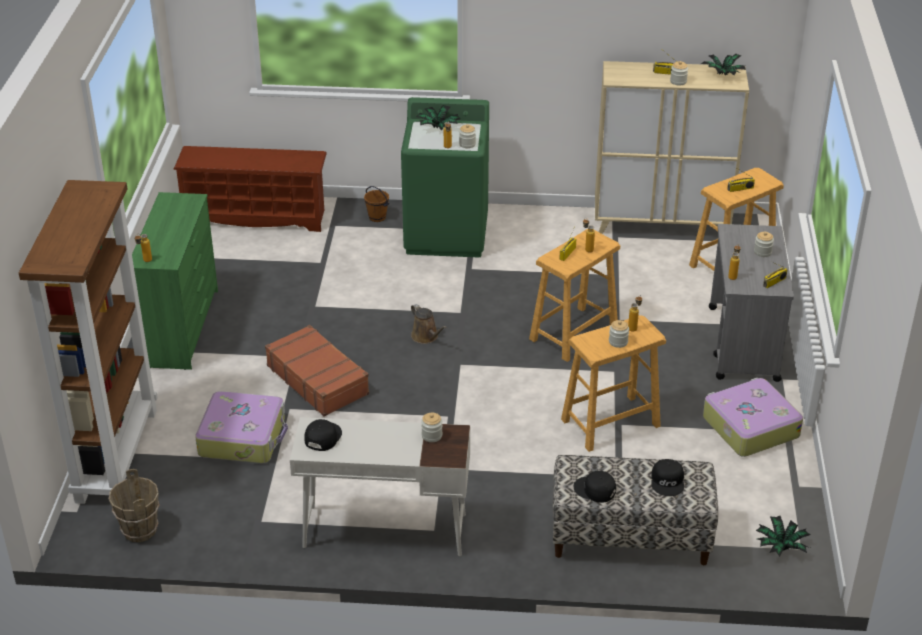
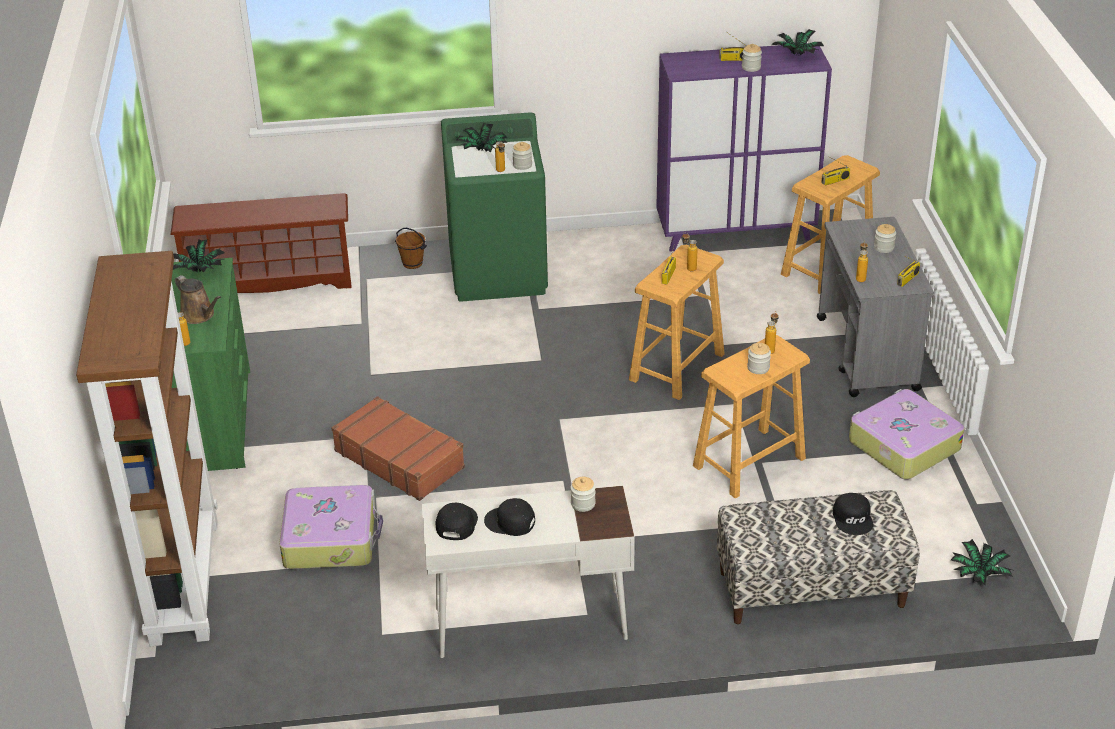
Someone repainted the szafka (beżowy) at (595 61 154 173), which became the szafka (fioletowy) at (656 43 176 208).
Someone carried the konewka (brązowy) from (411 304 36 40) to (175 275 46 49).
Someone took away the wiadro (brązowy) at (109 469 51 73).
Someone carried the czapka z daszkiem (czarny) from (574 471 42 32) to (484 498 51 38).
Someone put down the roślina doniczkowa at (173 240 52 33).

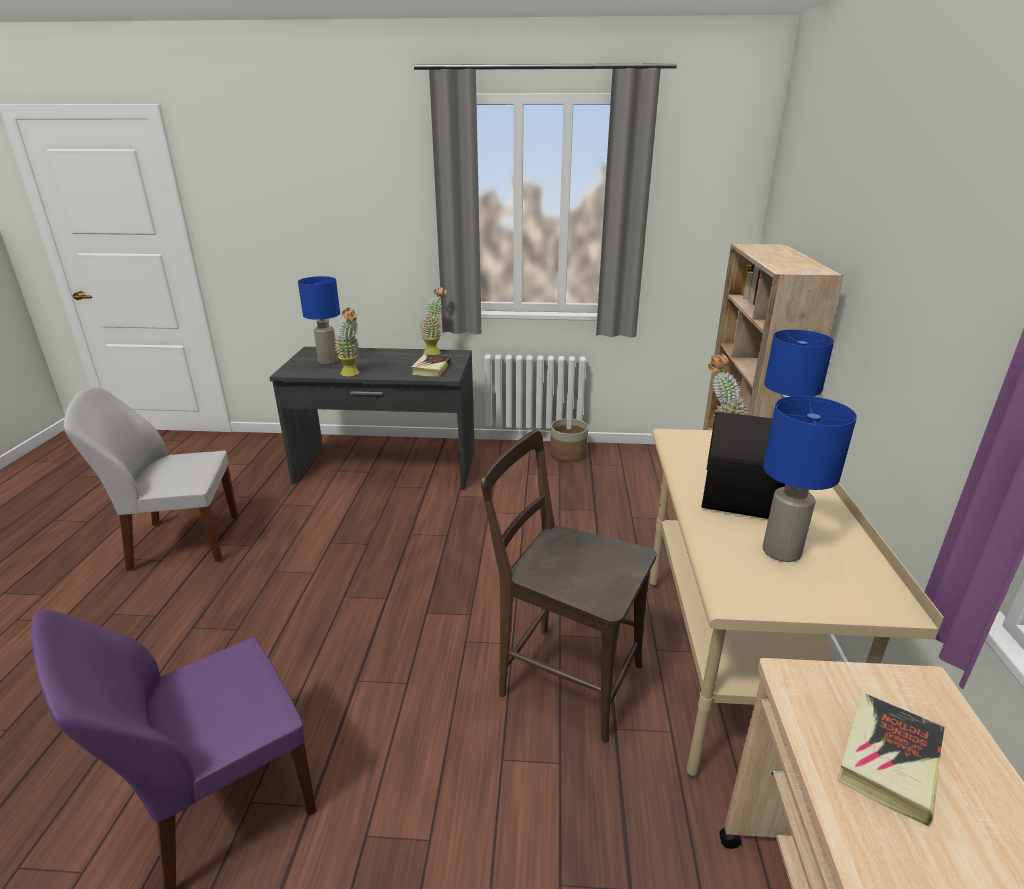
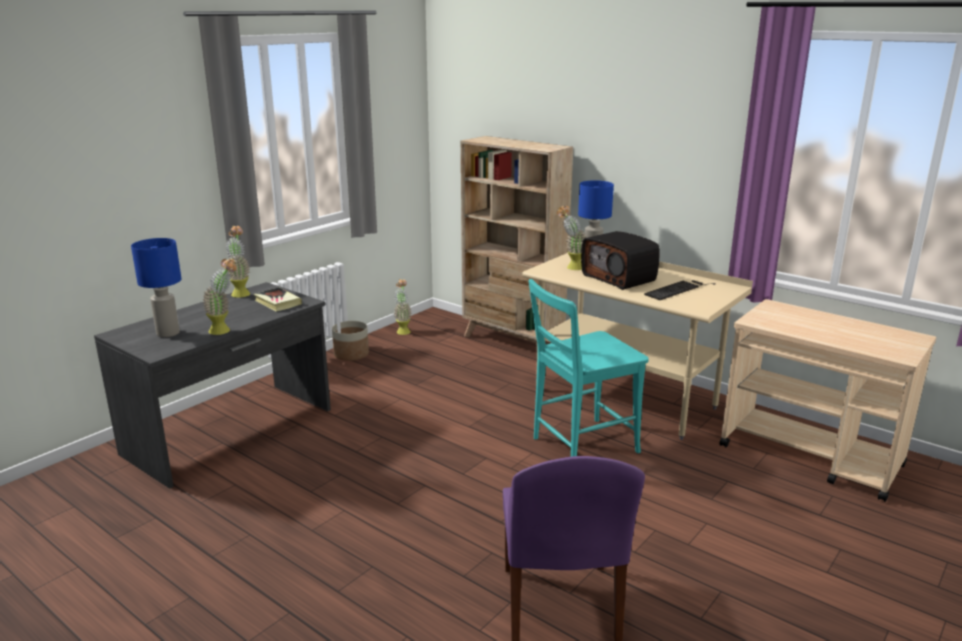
Someone took away the krzesło (biały) at (64 387 174 184).
Someone swapped the lampa stołowa (niebieski) at (763 396 94 166) for the klawiatura at (644 280 71 20).
Someone repainted the krzesło (brązowy) at (481 430 175 313), which became the krzesło (turkusowy) at (529 279 120 178).
Someone took away the książka at (837 692 108 135).
Someone put down the roślina doniczkowa at (394 279 18 56).

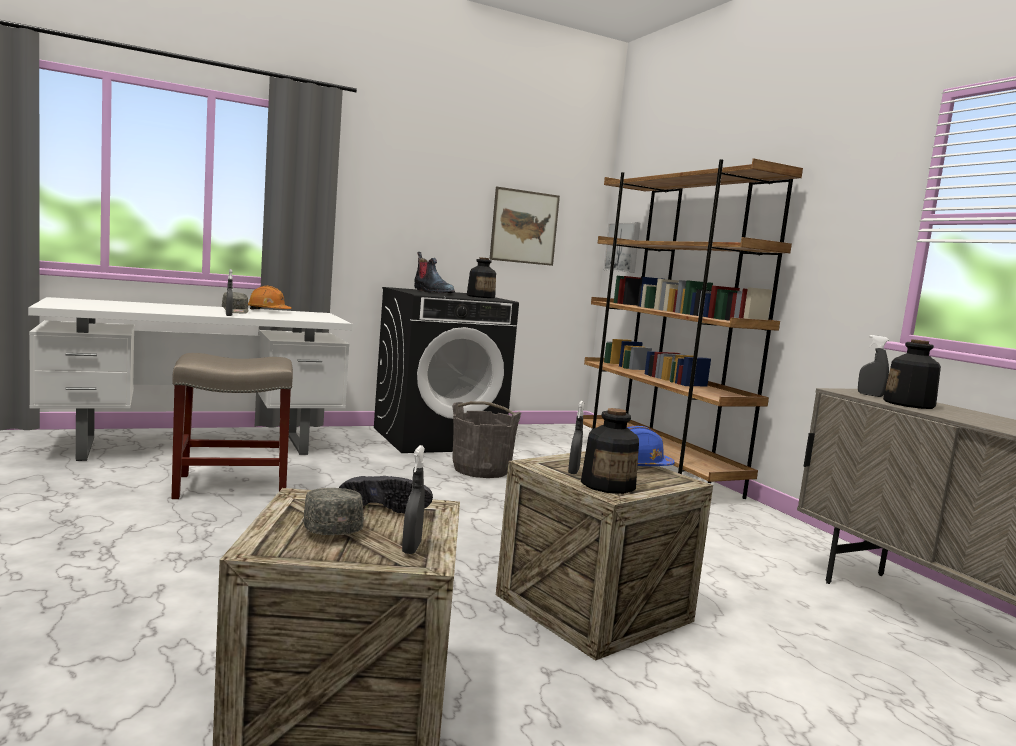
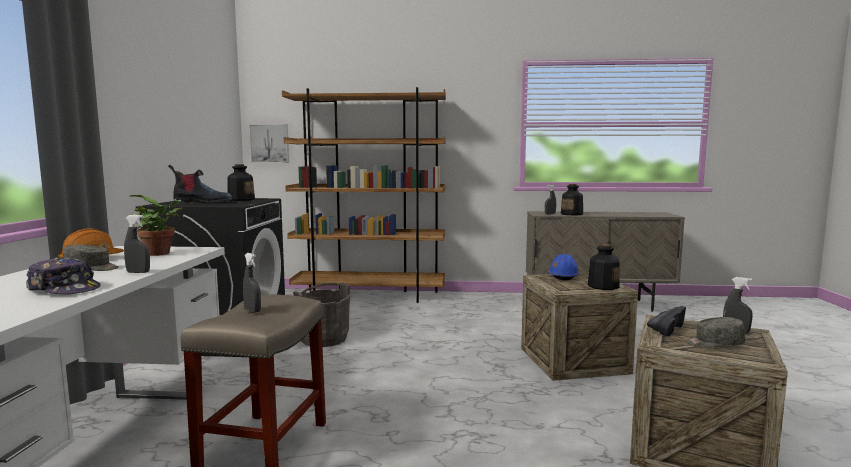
Someone took away the obraz at (489 187 71 79).
Someone carried the spryskiwacz (szary) from (568 401 16 73) to (243 253 18 59).
Someone put down the roślina doniczkowa at (130 195 53 61).
Someone put down the czapka z daszkiem at (26 257 74 37).

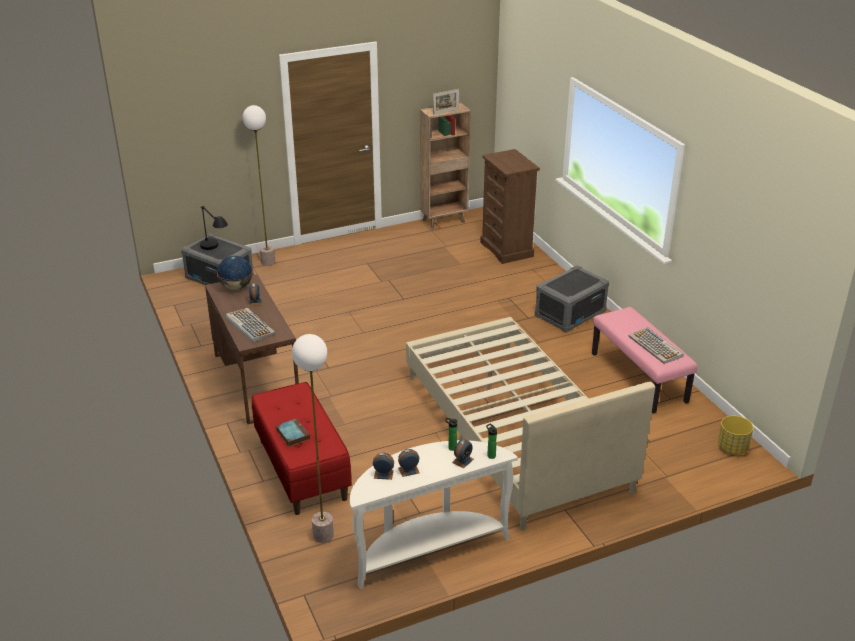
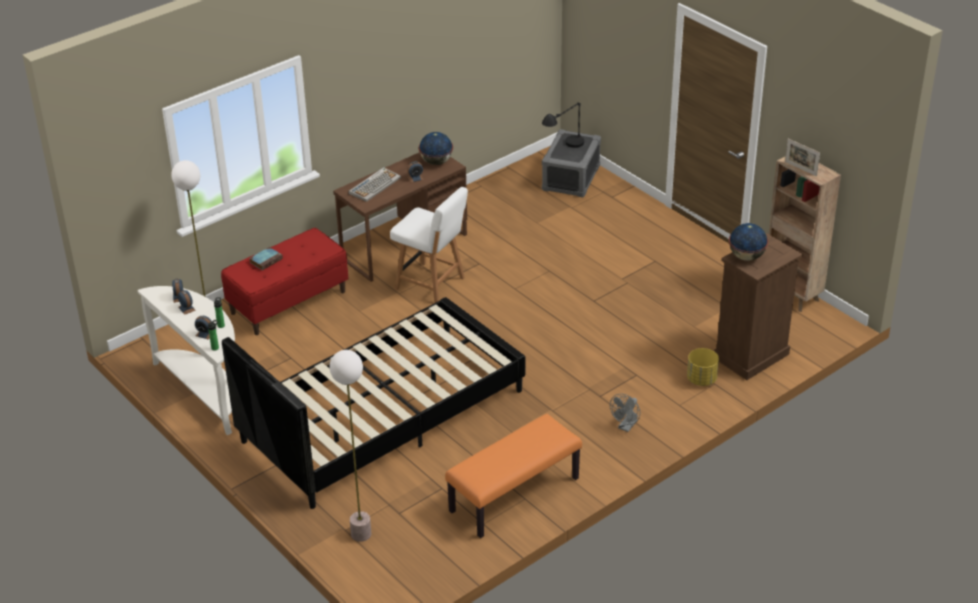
Someone carried the lampa stojąca from (242 105 33 161) to (330 350 41 192).
Someone swapped the pojemnik do przechowywania (szary) at (535 265 74 68) for the wentylator (szary) at (610 394 30 38).
Someone repainted the ławka (różowy) at (592 307 106 106), which became the ławka (pomarańczowy) at (445 414 137 124).
Someone repainted the łóżko (beżowy) at (406 317 249 214), which became the łóżko (czarny) at (222 297 303 212).
Someone took away the klawiatura at (628 327 56 37).
Someone carried the donica (żółty) from (718 416 35 38) to (687 348 32 38).
Someone put down the krzesło (biały) at (390 187 78 116).
Someone put down the globus at (729 223 39 38).

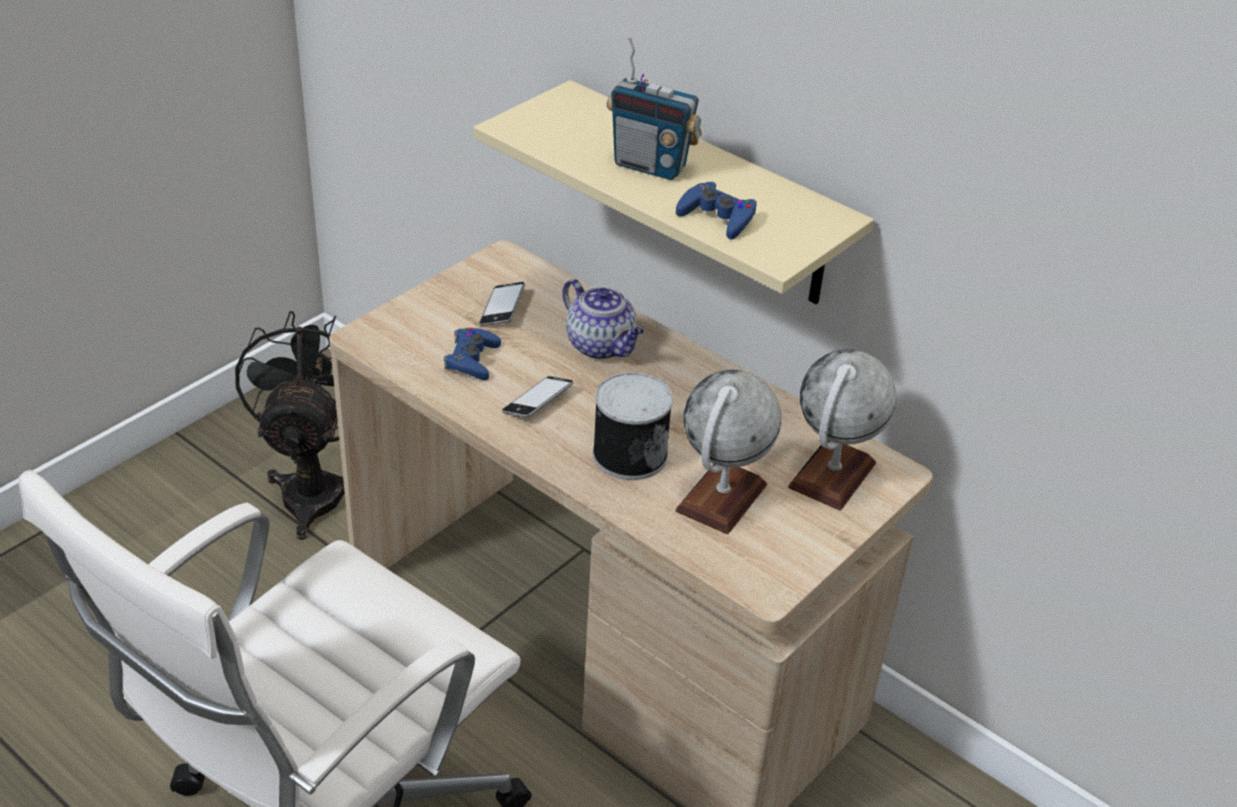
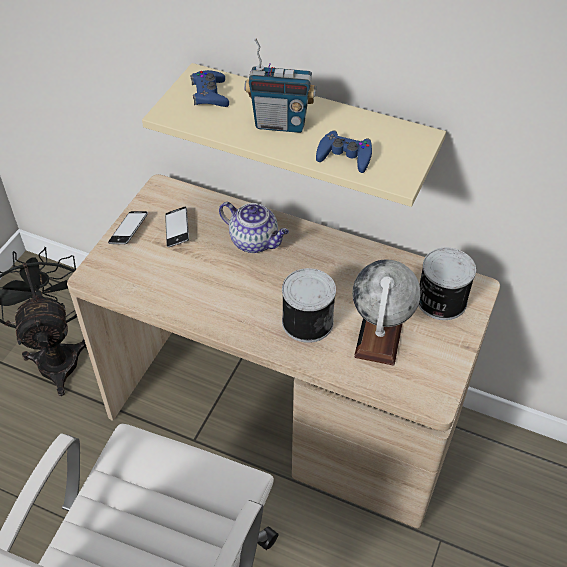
Someone carried the pad do gier (niebieski) from (444 328 57 52) to (191 70 38 37).
Someone swapped the globus at (788 349 108 161) for the puszka at (418 248 58 72).
Someone carried the telefon from (502 376 71 42) to (108 211 40 33).

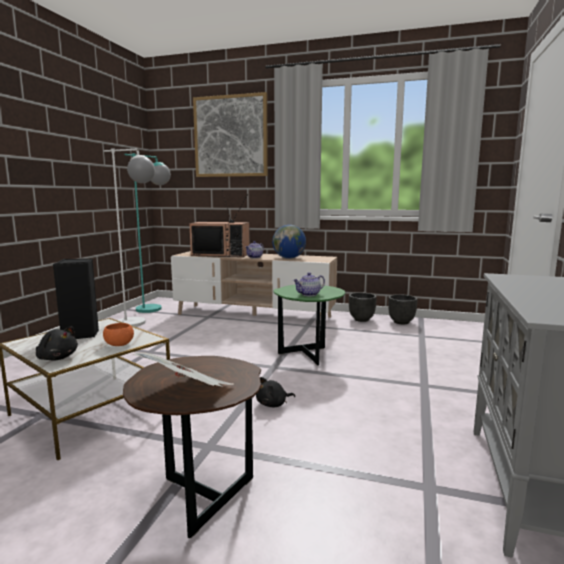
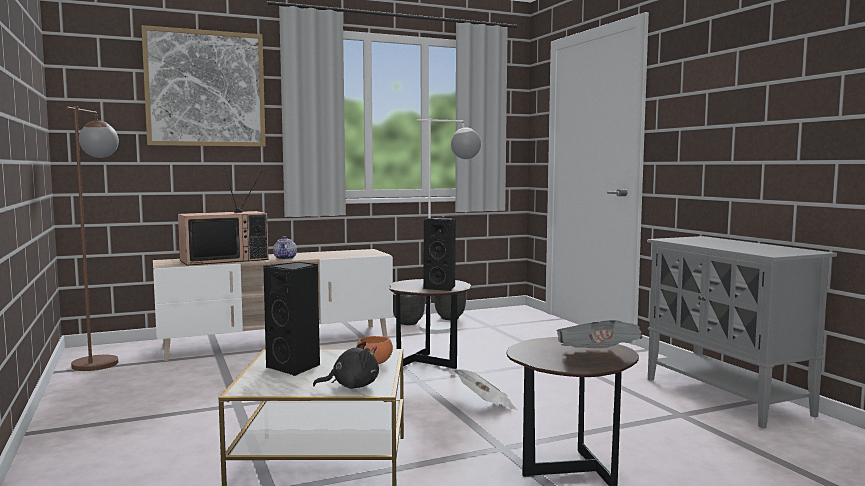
Someone carried the lampa stojąca (biały) from (104 148 51 179) to (416 118 65 215).
Someone repainted the lampa stojąca (turkusowy) at (124 153 47 160), which became the lampa stojąca (brązowy) at (66 106 53 265).
Someone took away the globus at (272 225 34 34).
Someone swapped the imbryk at (293 272 32 24) for the głośnik (czarny) at (423 217 33 74).
Someone repainted the stolik (zielony) at (274 285 71 81), which became the stolik (brązowy) at (389 279 82 90).
Someone swapped the pluszak (czarny) at (256 377 39 30) for the gazeta at (452 369 66 41).

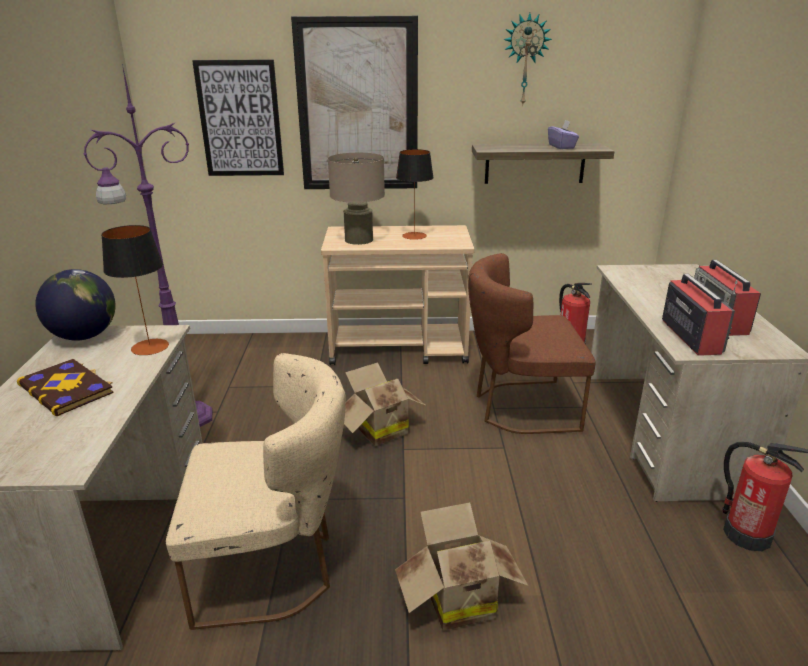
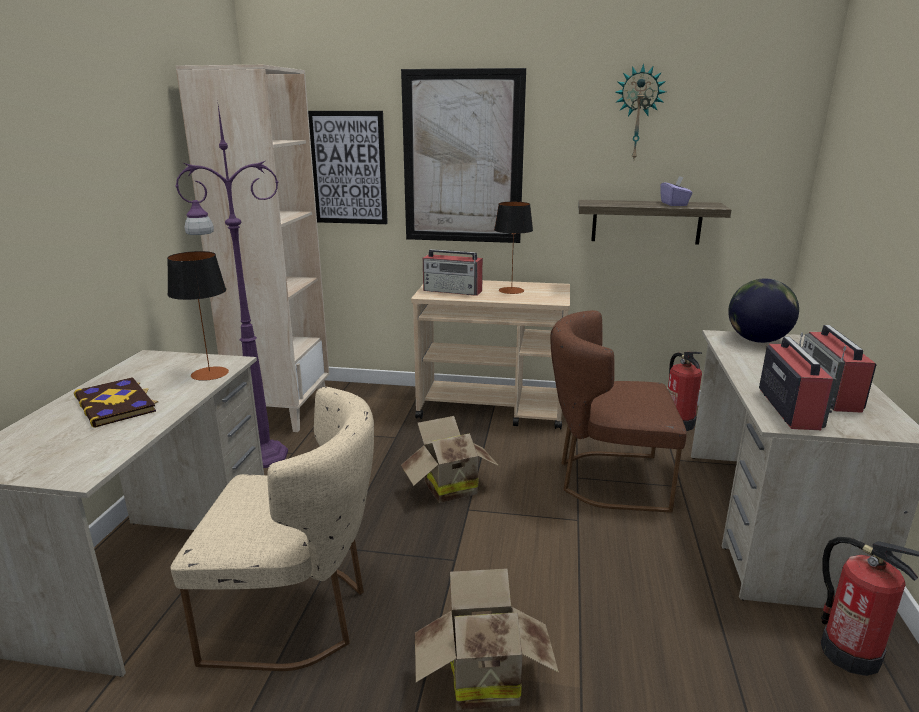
Someone swapped the lampa stołowa (beżowy) at (328 153 57 92) for the radio at (423 249 60 47).
Someone carried the globus from (35 269 81 72) to (728 279 71 64).
Someone put down the regał (beżowy) at (176 65 153 367).

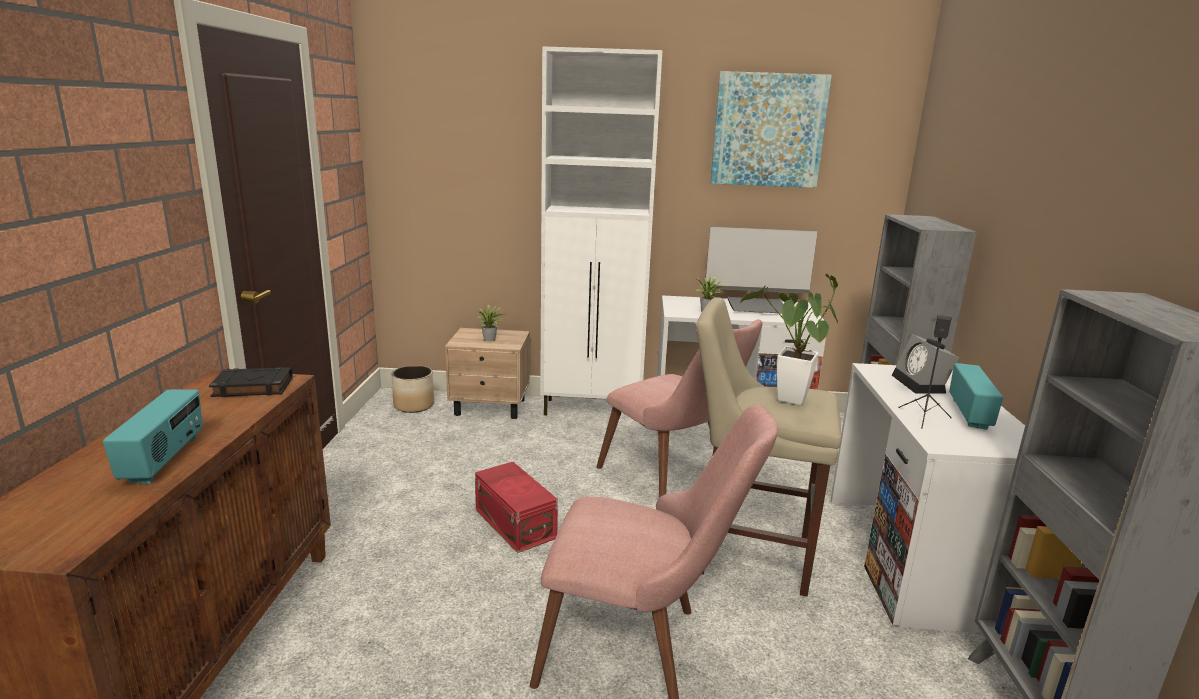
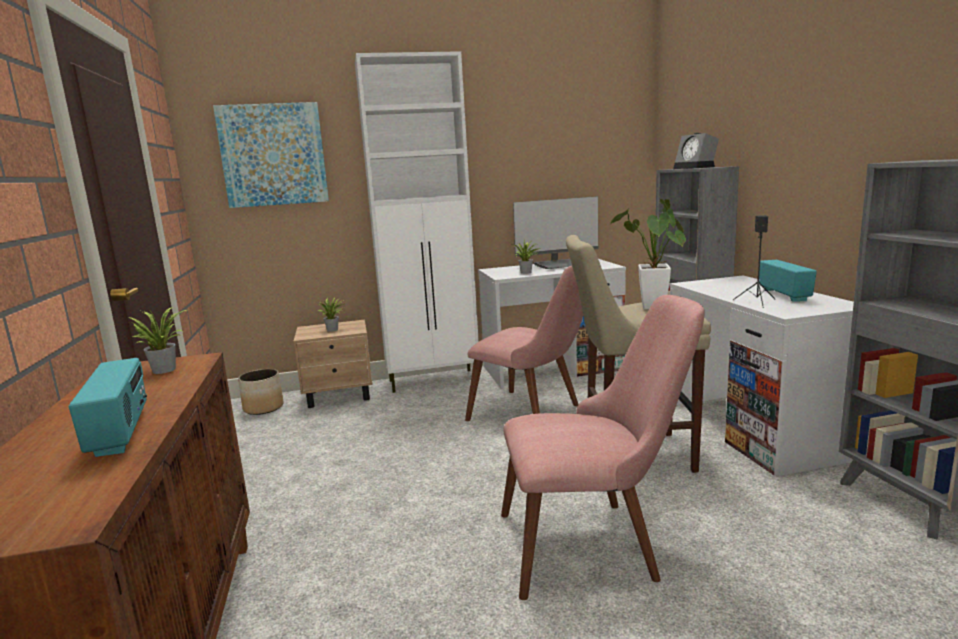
Someone carried the obraz from (710 71 122 117) to (213 102 116 106).
Someone carried the budzik from (892 334 67 59) to (673 133 46 36).
Someone swapped the książka (czarny) at (209 367 84 30) for the roślina doniczkowa at (128 307 62 67).
Someone took away the pojemnik do przechowywania (czerwony) at (475 462 83 91).

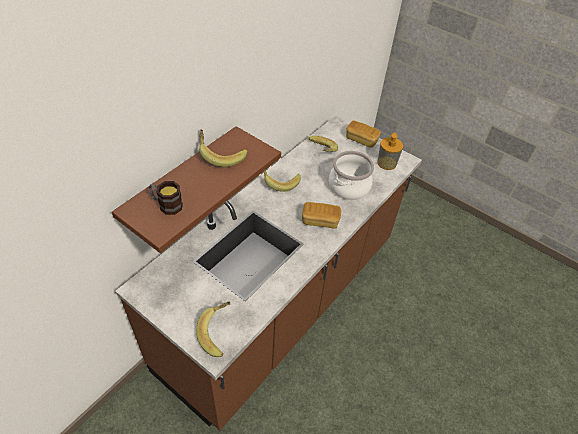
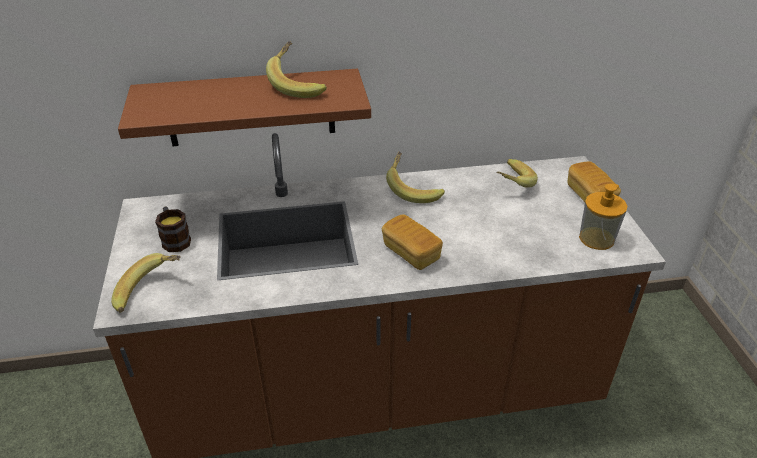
Someone took away the garnek at (329 151 45 49).
Someone carried the kubek from (149 181 34 34) to (155 206 36 46).

